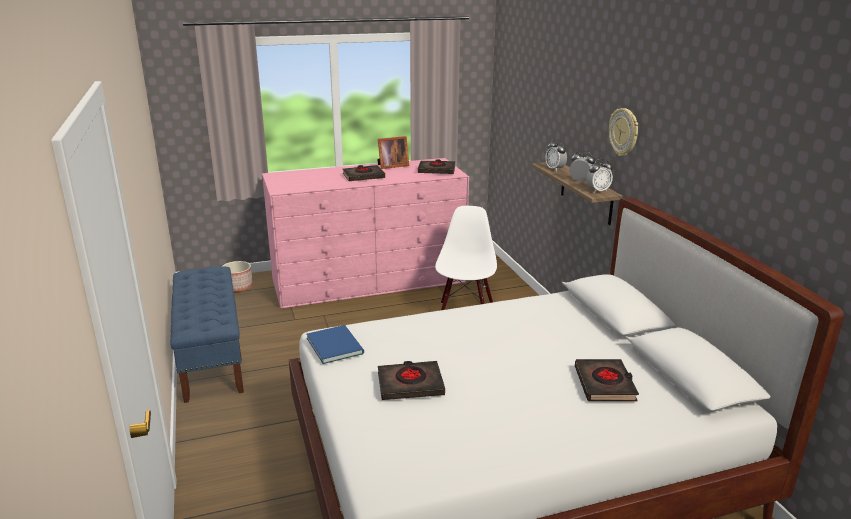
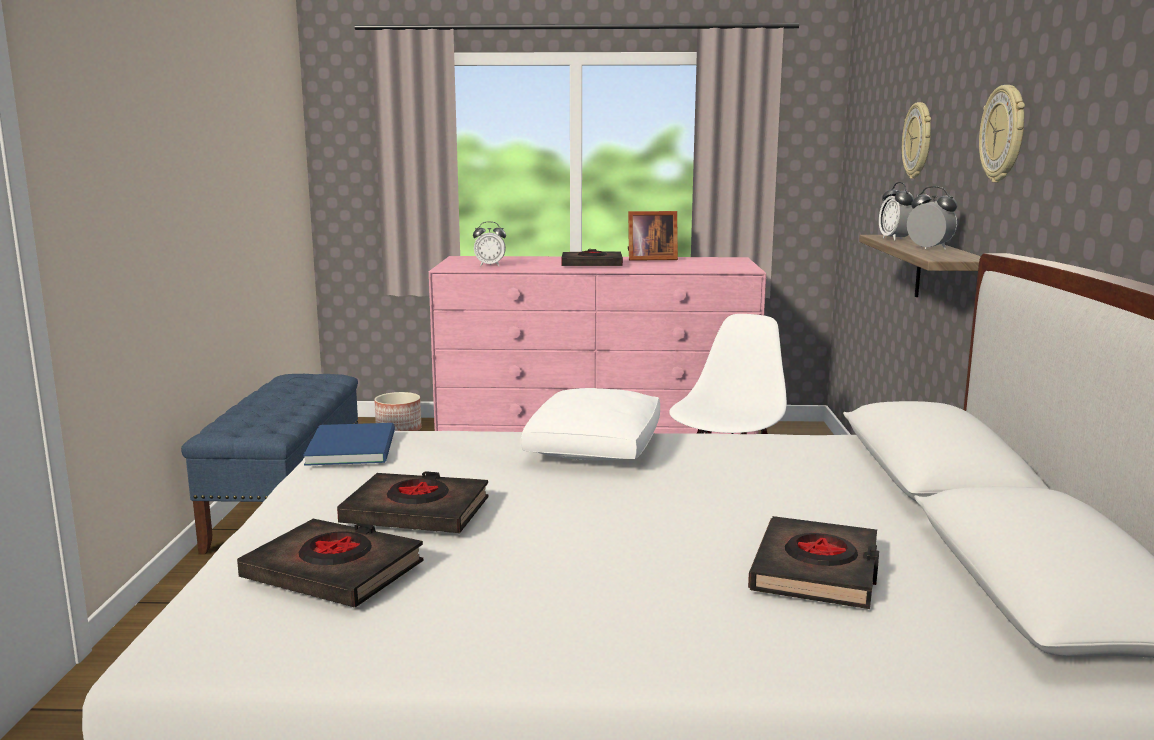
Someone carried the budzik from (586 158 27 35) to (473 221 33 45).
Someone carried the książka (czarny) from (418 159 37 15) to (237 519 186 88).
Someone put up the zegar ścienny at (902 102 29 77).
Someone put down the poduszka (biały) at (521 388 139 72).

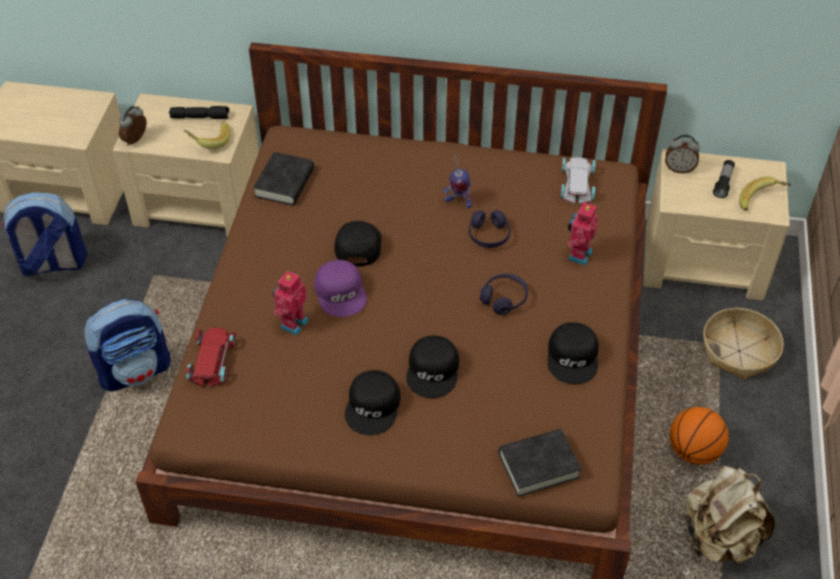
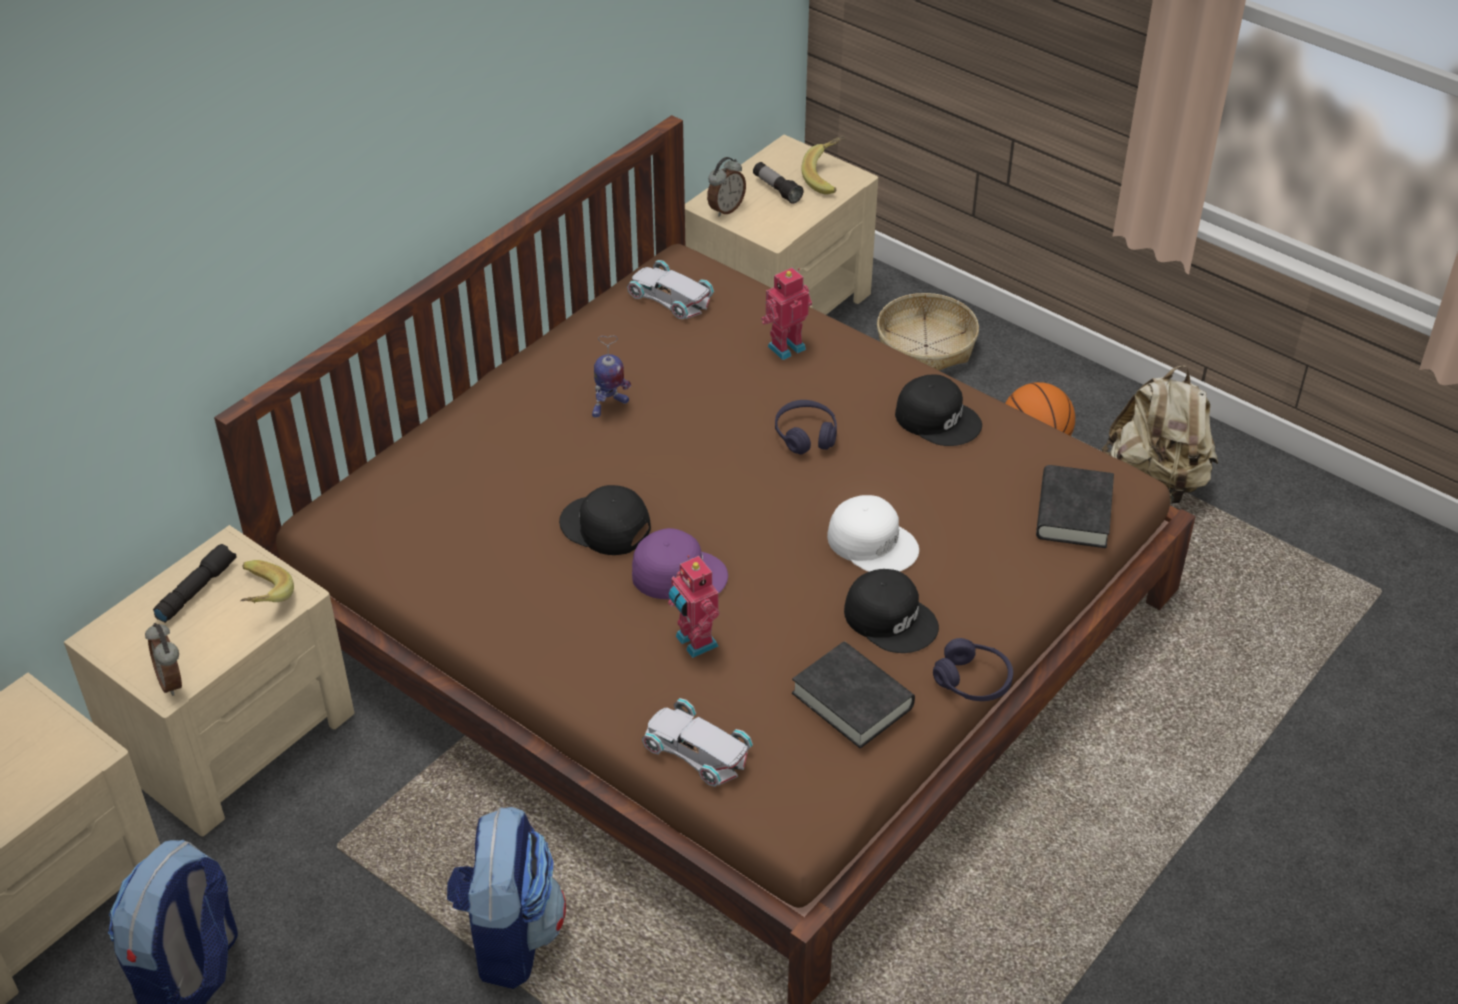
Someone carried the książka (czarny) from (253 152 61 53) to (792 642 123 107).
Someone rotated the robot zabawkowy at (567 201 31 64) by 90 degrees clockwise.
Someone carried the słuchawki (fioletowy) from (469 210 42 38) to (933 638 80 63).
Someone repainted the samochodzik (czerwony) at (186 328 50 59), which became the samochodzik (biały) at (642 698 111 89).
Someone repainted the czapka z daszkiem (czarny) at (406 336 53 62), which became the czapka z daszkiem (biały) at (827 495 92 77).

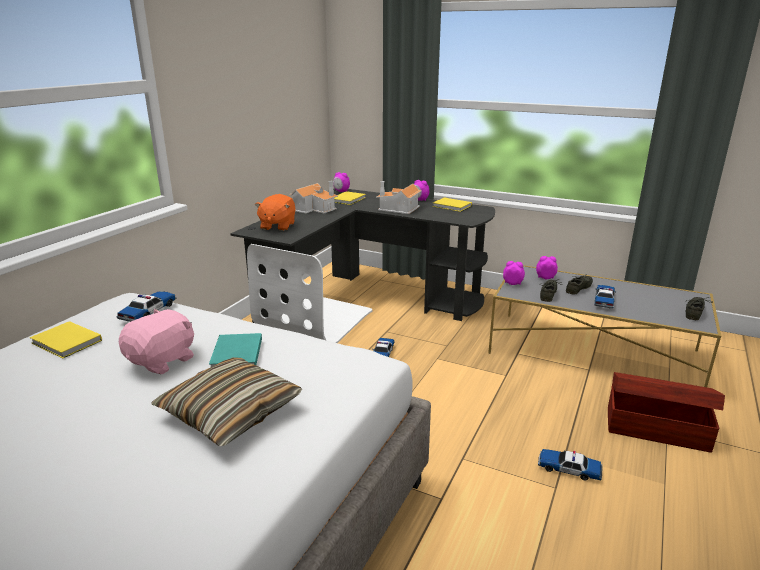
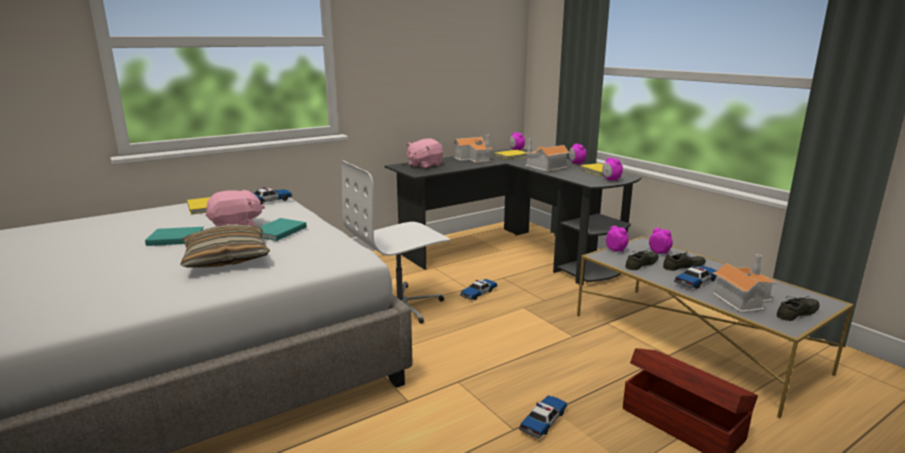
Someone repainted the pluszak (pomarańczowy) at (255 194 41 37), which became the pluszak (różowy) at (406 138 37 31).
Someone rotated the samochodzik at (538 449 64 31) by 75 degrees clockwise.
Someone put down the budzik at (602 158 21 23).
Someone put down the książka (turkusowy) at (145 227 59 19).
Someone put down the domek at (712 254 65 59).

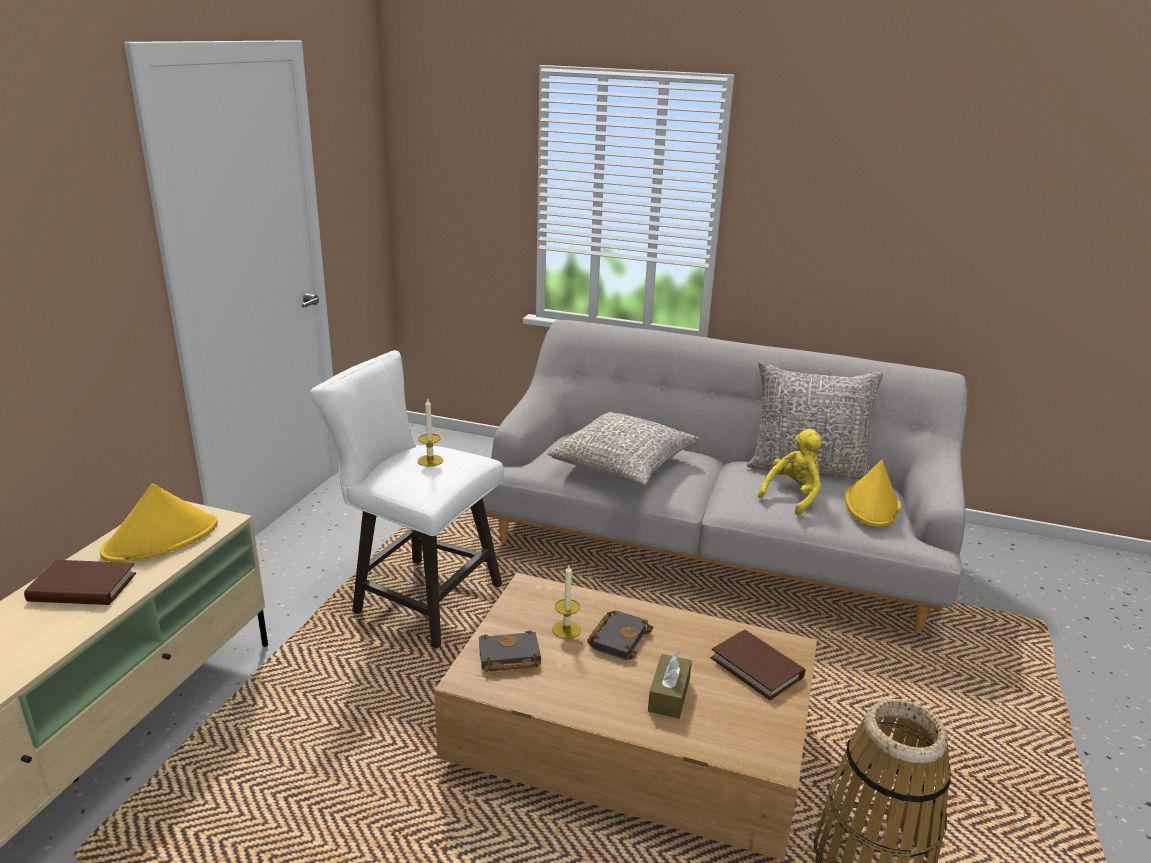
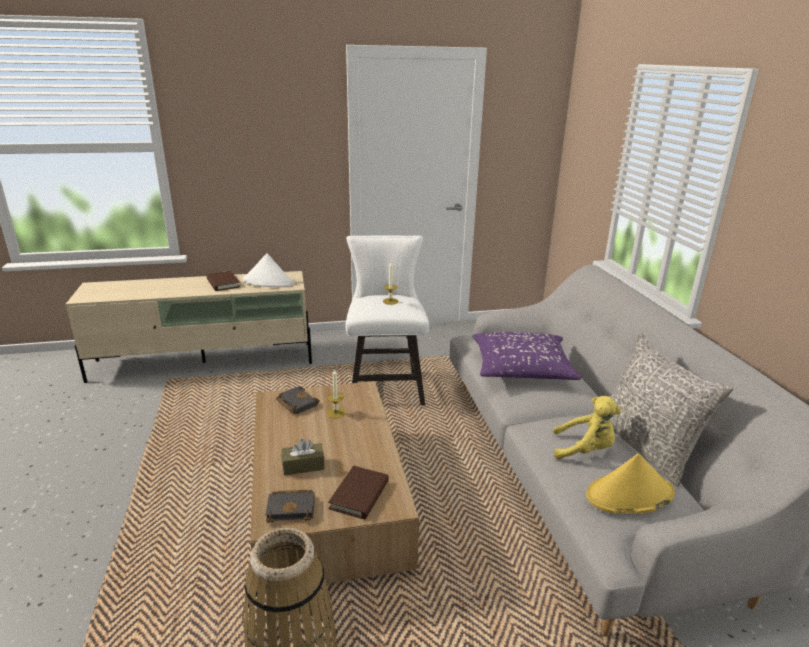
Someone repainted the poduszka (szary) at (548 412 152 74), which became the poduszka (fioletowy) at (472 332 109 48).
Someone repainted the kapelusz (żółty) at (100 483 118 79), which became the kapelusz (biały) at (243 253 51 34).
Someone carried the książka (czarny) from (587 610 66 50) to (265 490 50 33).

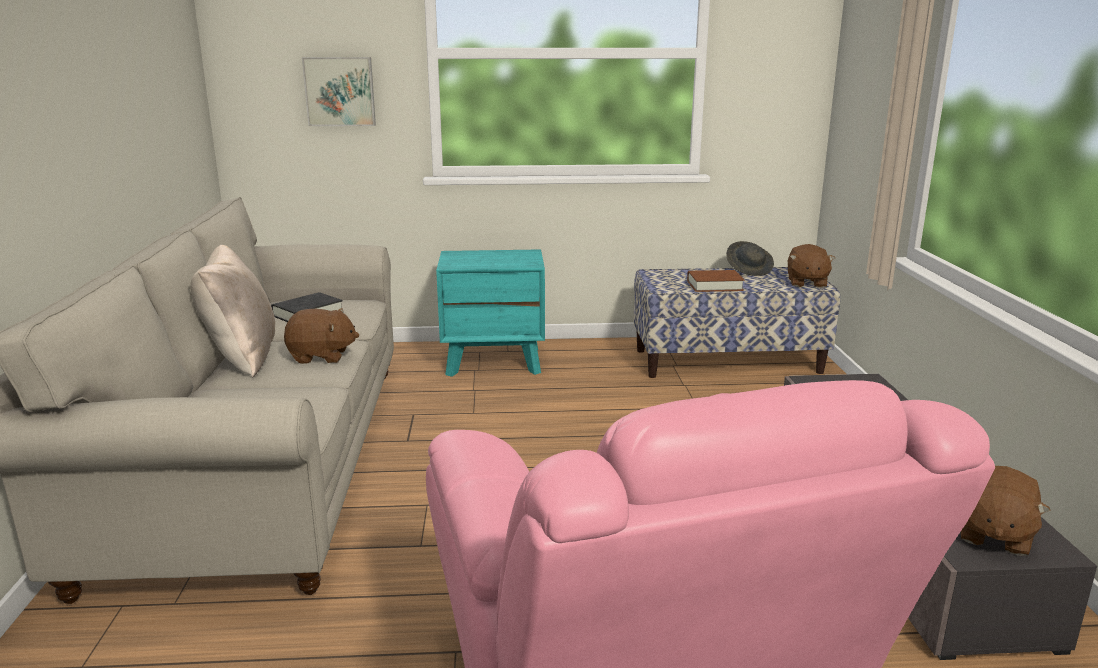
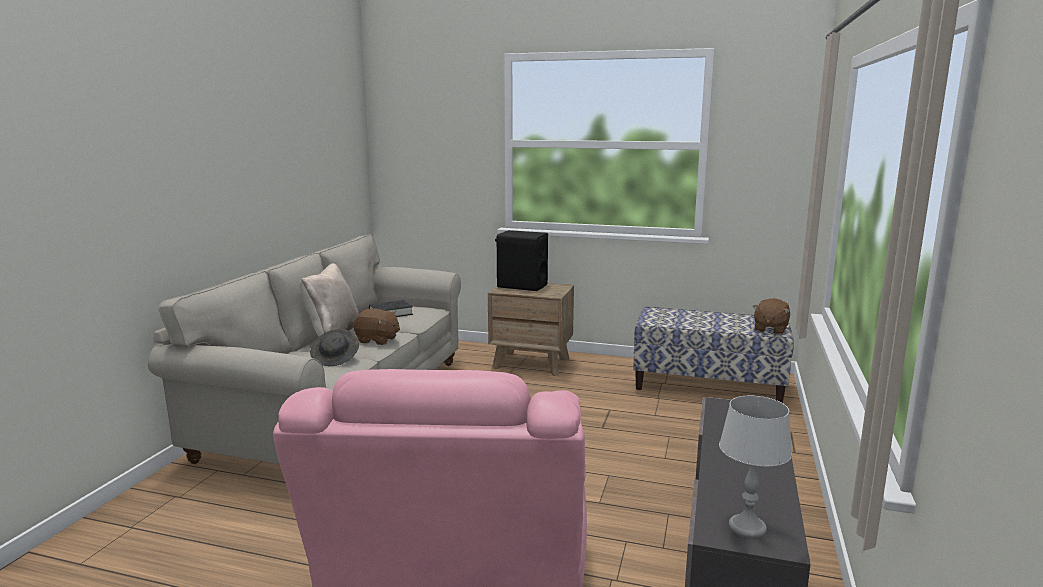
Someone took away the obraz at (302 57 74 69).
Someone carried the kapelusz (szary) from (726 241 48 35) to (310 329 49 37).
Someone repainted the szafka nocna (turkusowy) at (436 249 109 128), which became the szafka nocna (brązowy) at (488 283 86 93).
Someone took away the książka (brązowy) at (687 270 57 22).
Someone swapped the pluszak (brązowy) at (961 466 90 90) for the lampa stołowa (szary) at (719 396 73 142).
Someone put down the głośnik (czarny) at (495 230 53 61).

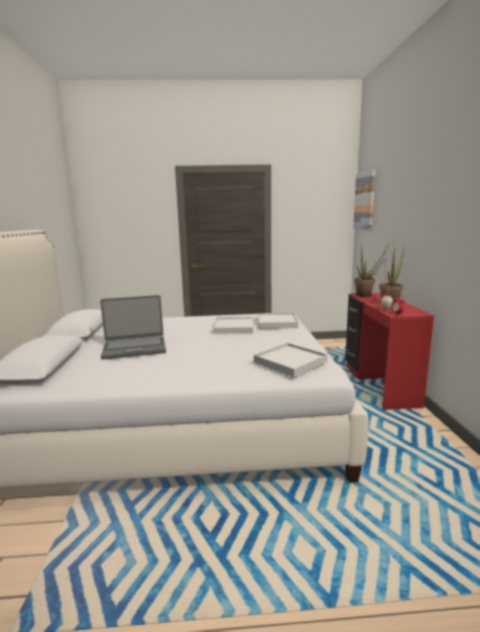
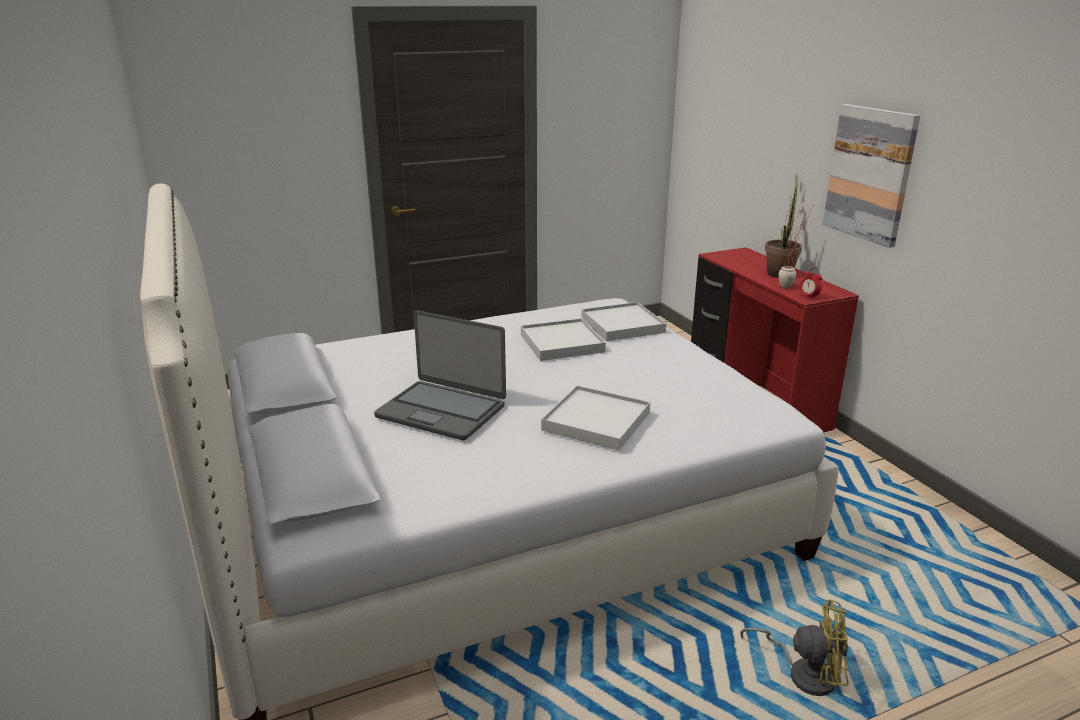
Someone carried the obraz from (353 169 23 61) to (822 104 98 144).
Someone took away the roślina doniczkowa at (354 243 35 54).
Someone rotated the laptop at (100 295 66 64) by 60 degrees clockwise.
Someone carried the taca (biały) from (254 343 73 34) to (541 385 109 65).
Someone put down the wentylator (żółty) at (740 600 108 96).

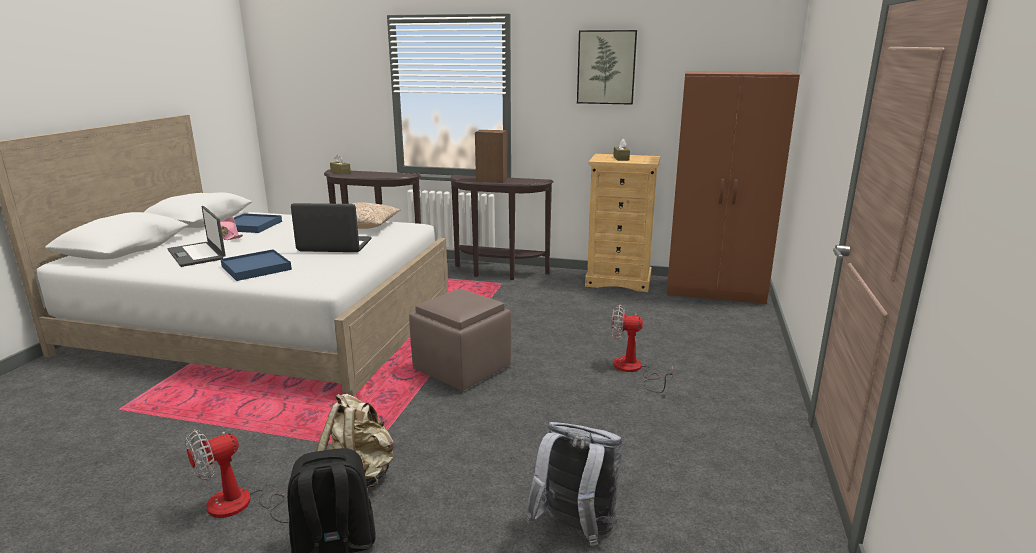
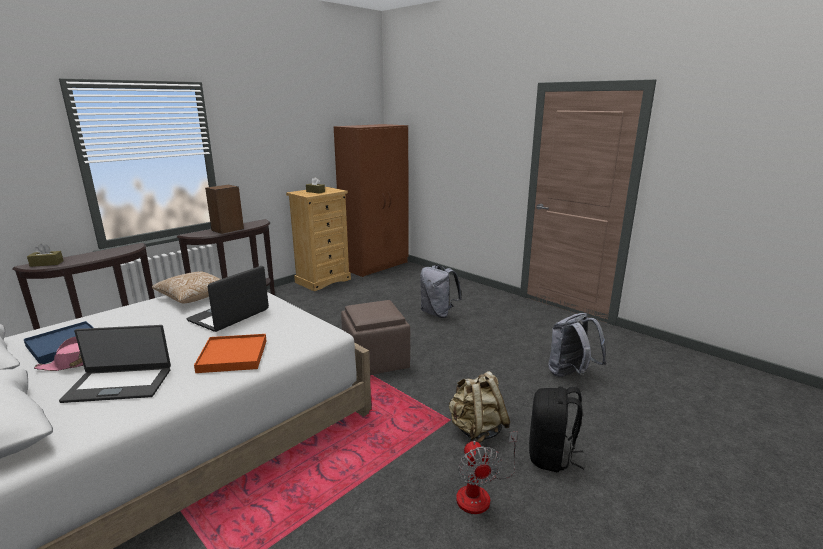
Someone took away the obraz at (577 30 60 75).
Someone repainted the taca (niebieski) at (221 249 71 32), which became the taca (pomarańczowy) at (194 334 72 39).
Someone swapped the wentylator at (611 305 62 88) for the plecak (szary) at (420 265 42 53).

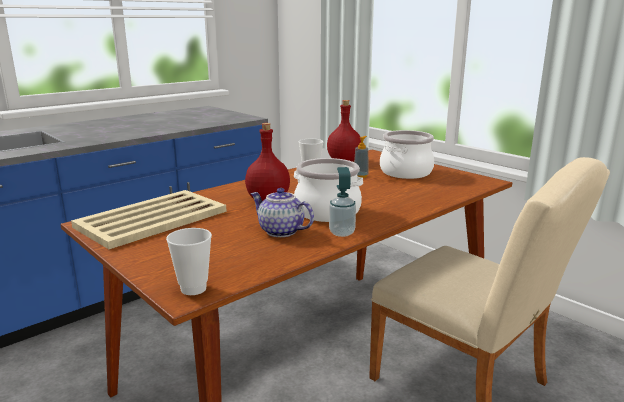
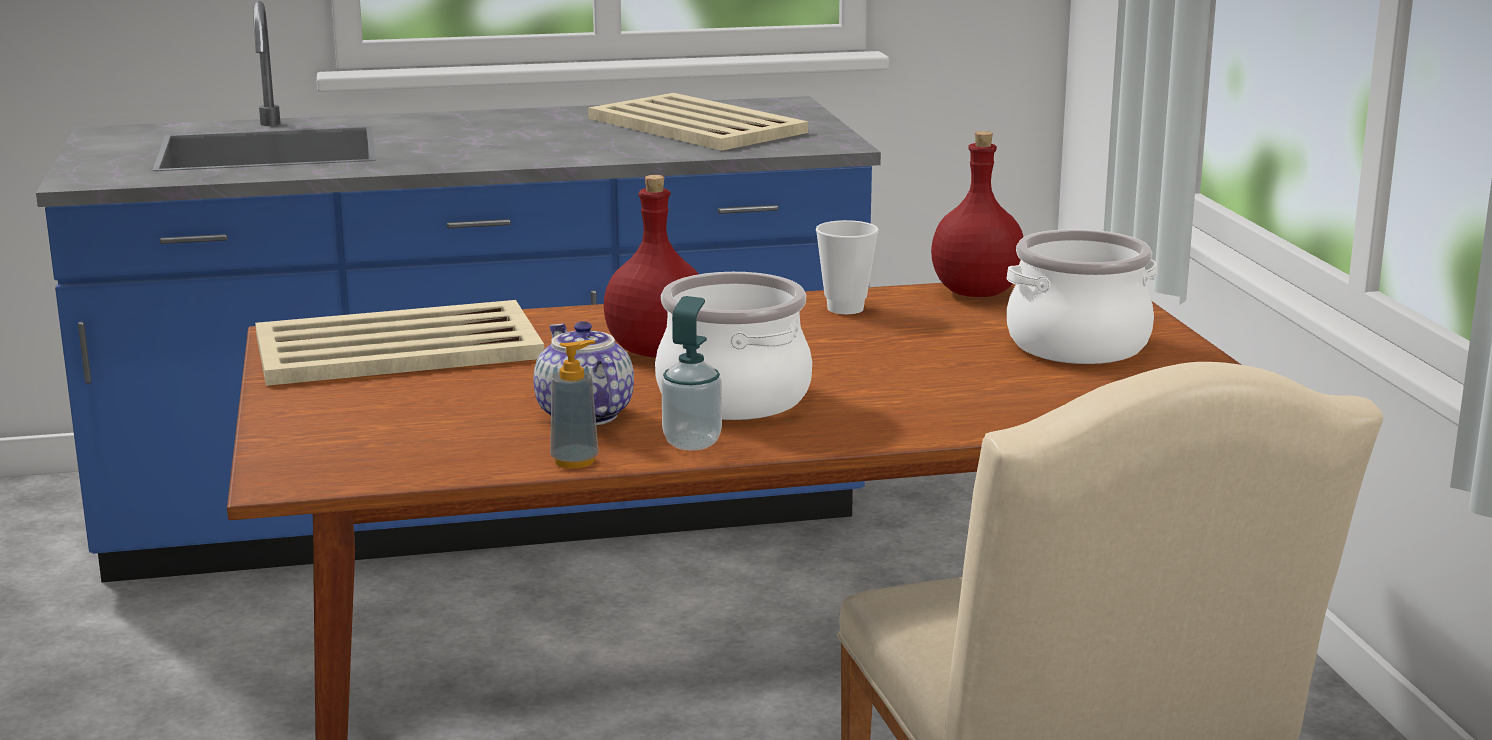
Someone carried the dozownik mydła from (354 136 15 42) to (550 340 48 129).
Someone took away the filiżanka at (166 228 46 67).
Someone put down the taca (beżowy) at (588 93 220 58).

